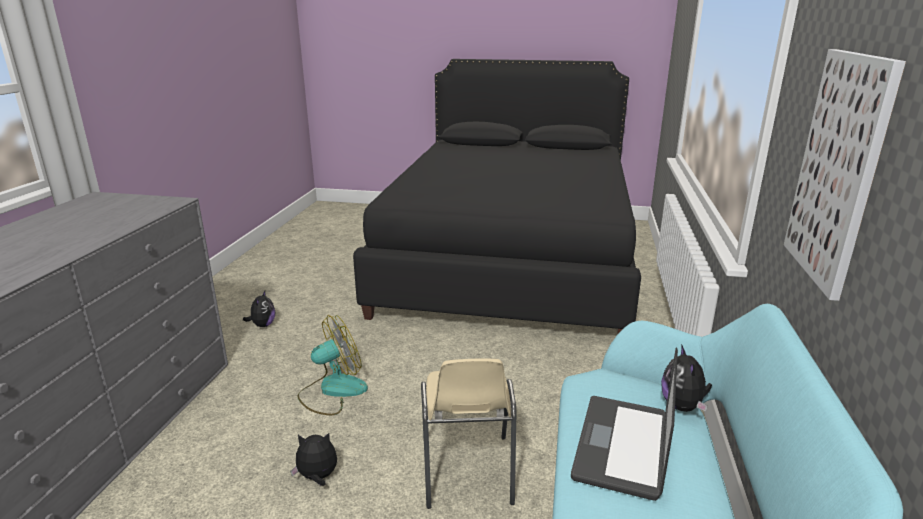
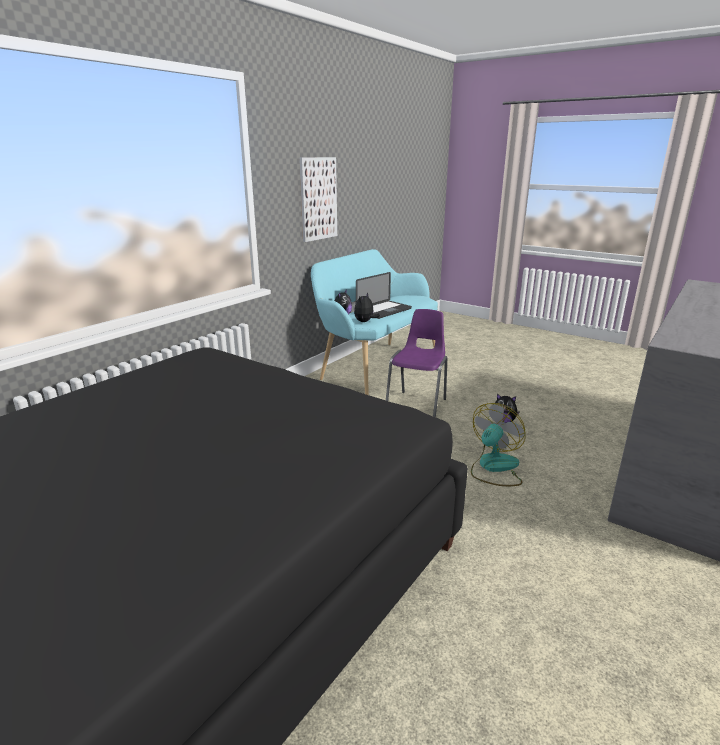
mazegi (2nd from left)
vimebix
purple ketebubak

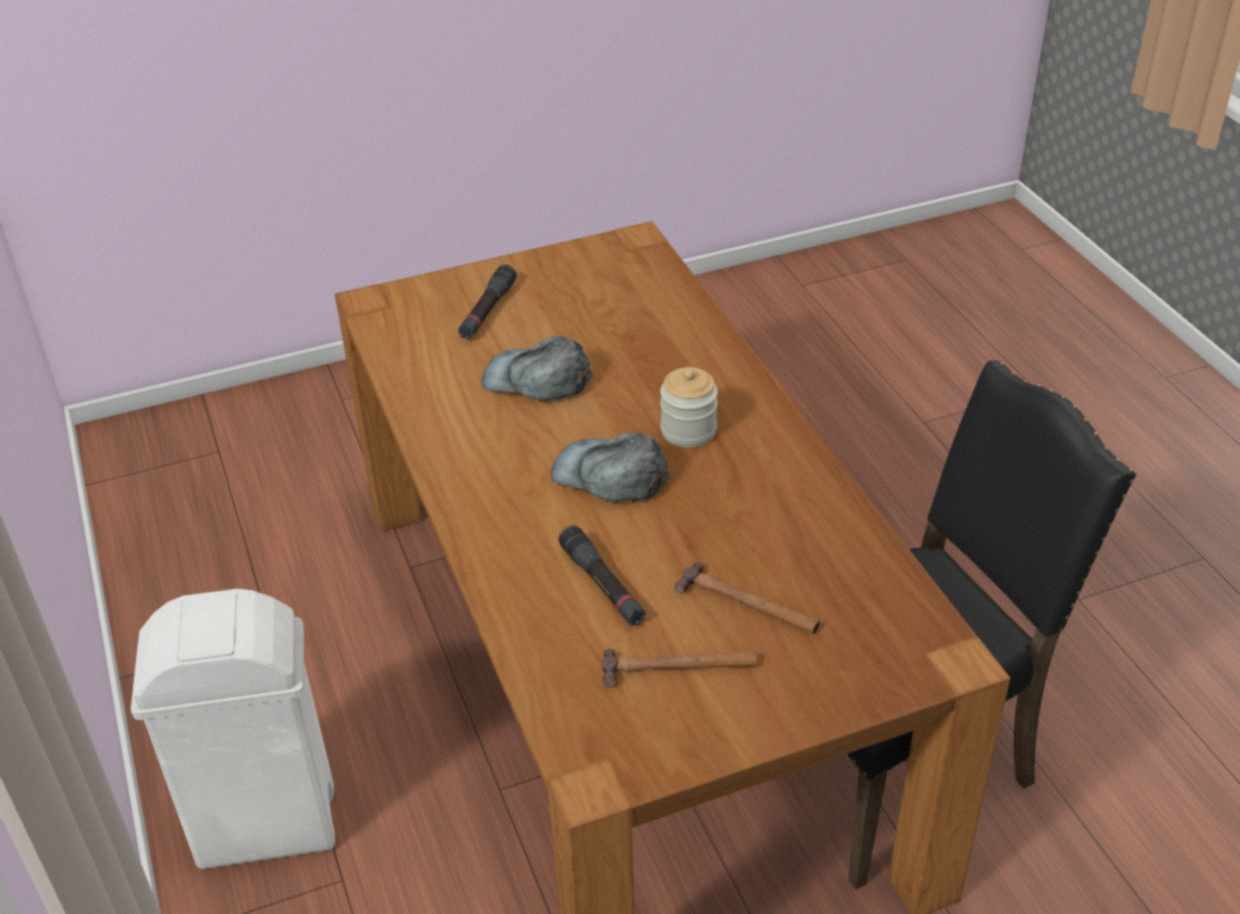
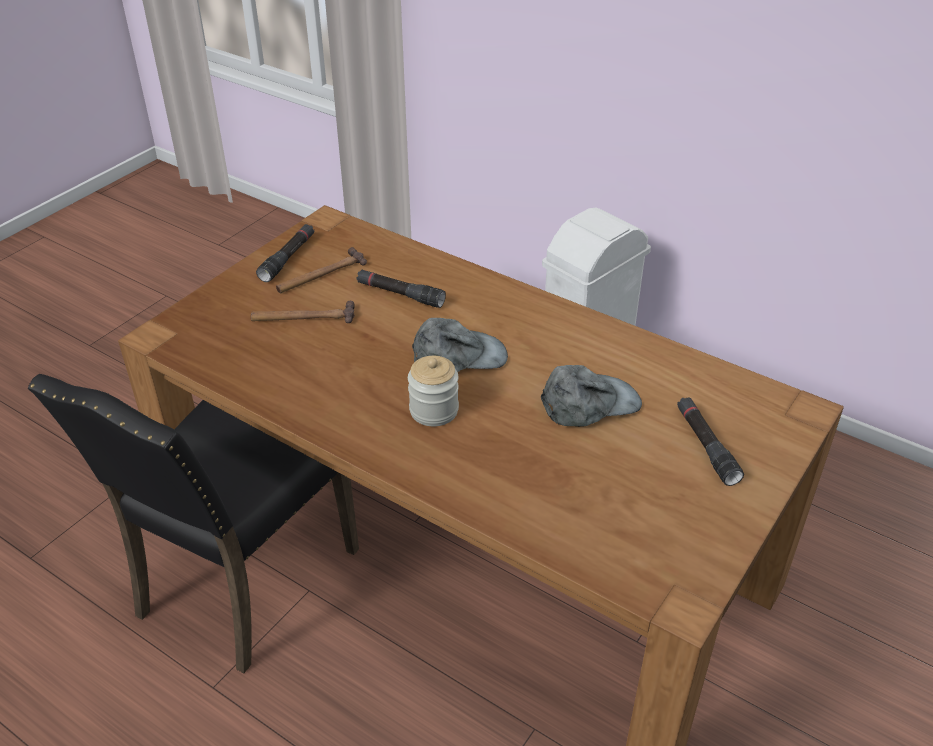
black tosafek (1st from left)

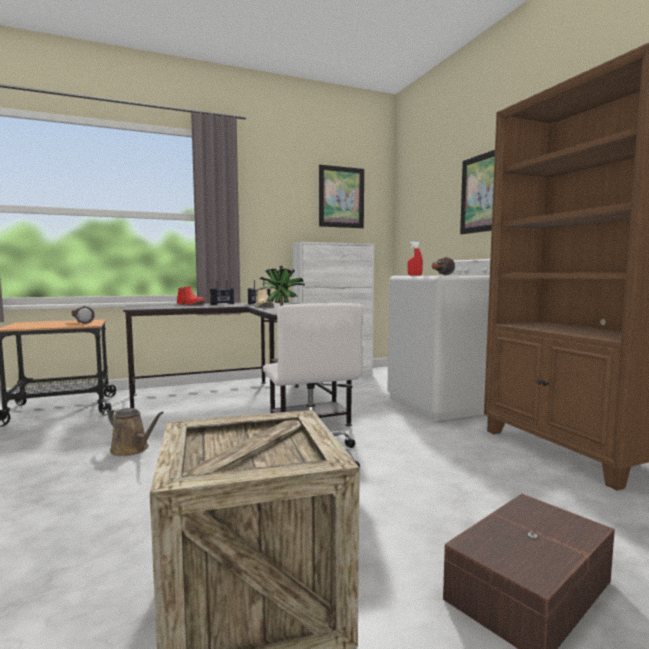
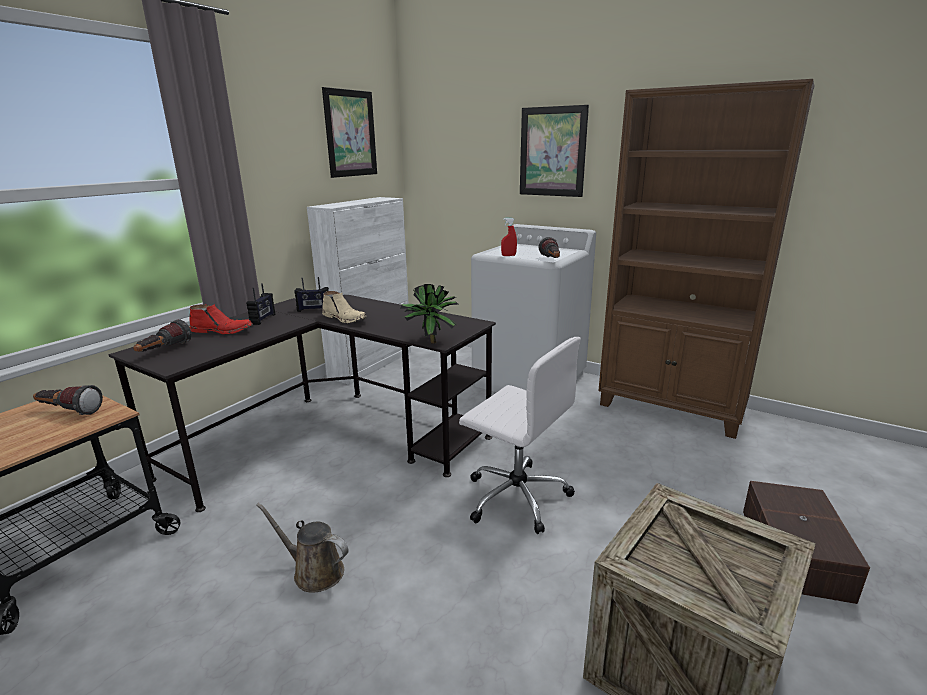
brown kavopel
tosafek (2nd from left)

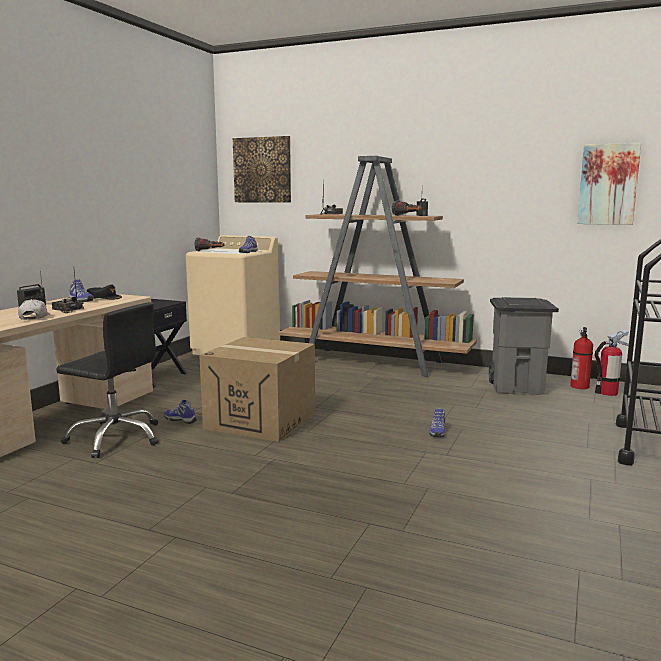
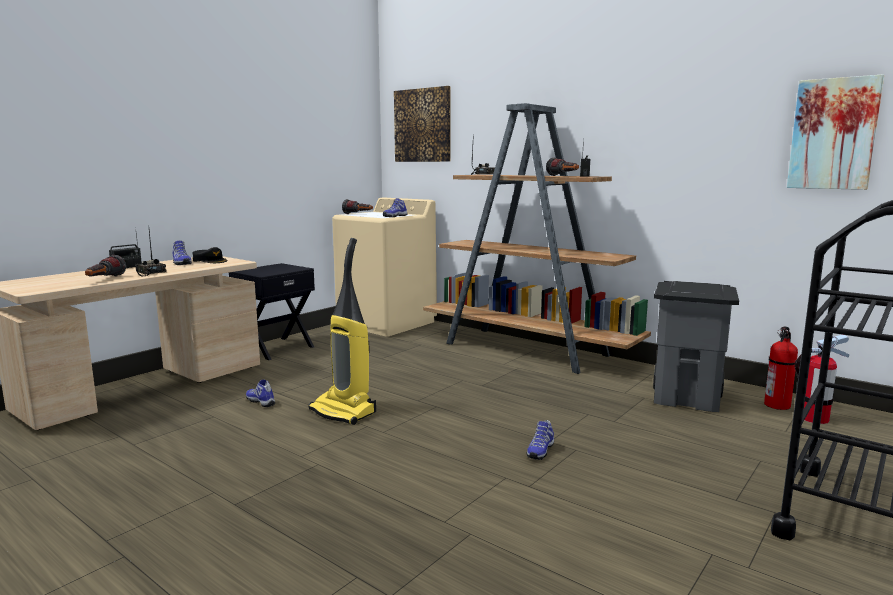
tosafek (1st from left)
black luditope
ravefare

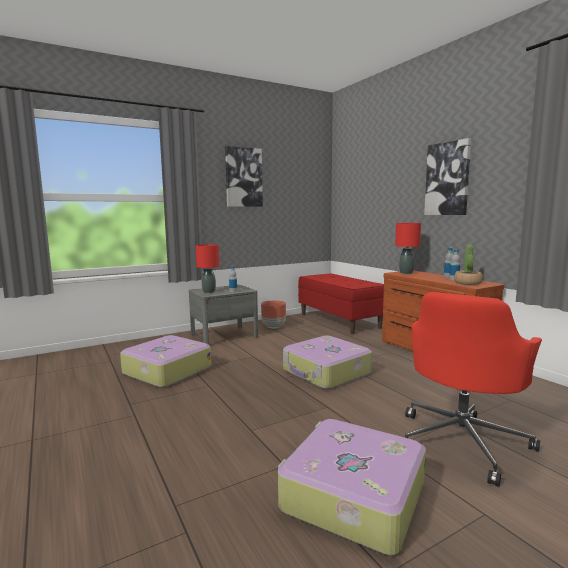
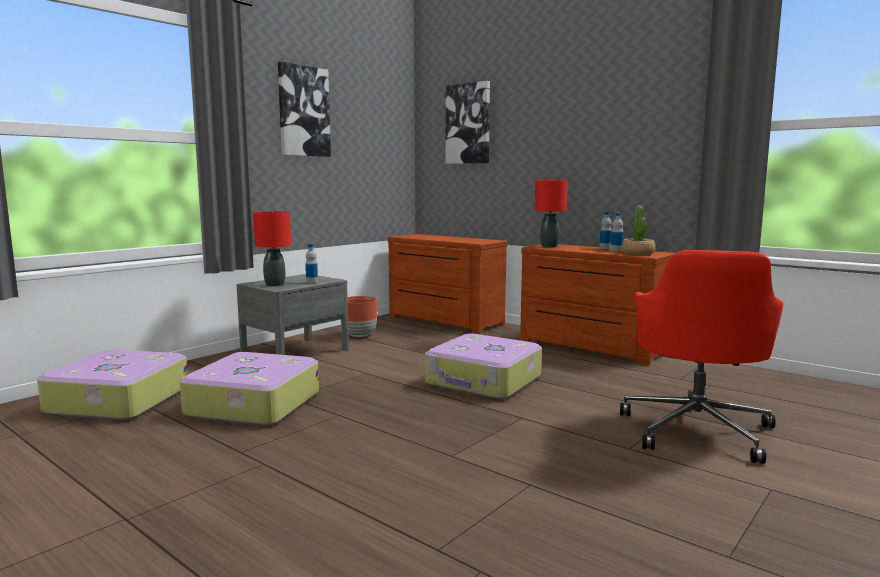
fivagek (1st from left)
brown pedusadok (1st from left)
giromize (2nd from left)

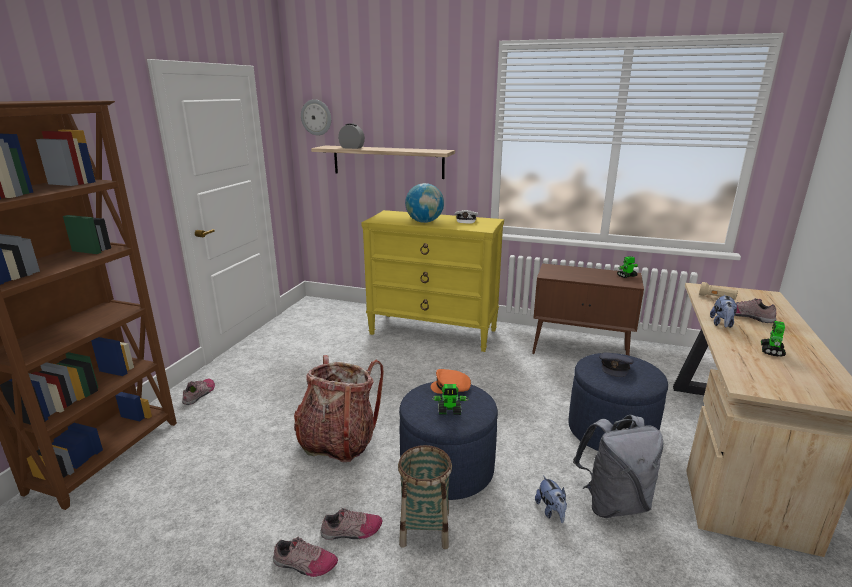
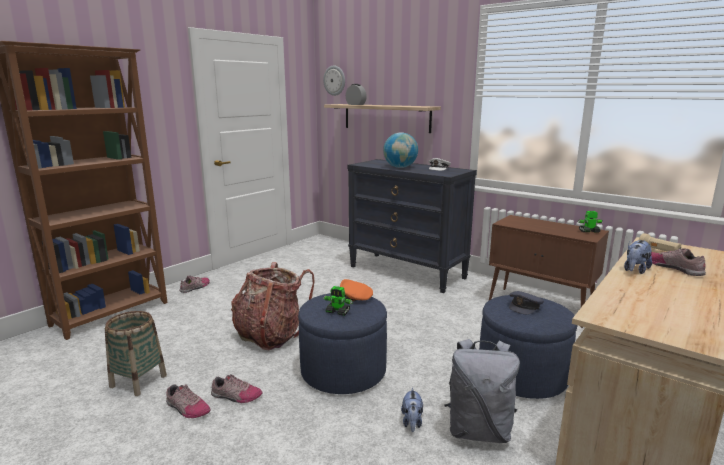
black pedusadok
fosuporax
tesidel (3rd from left in the first image)

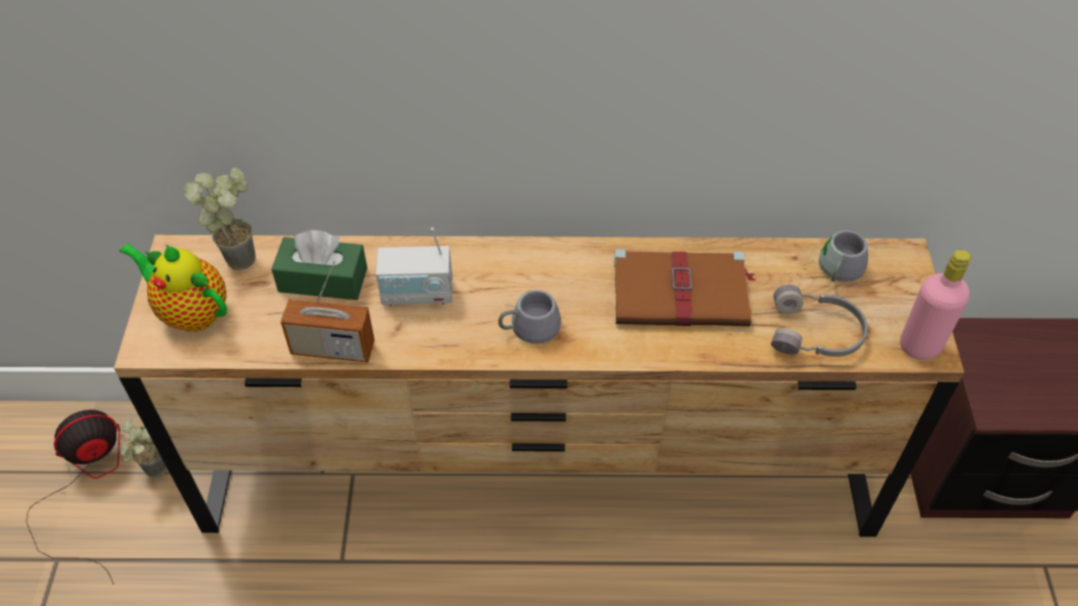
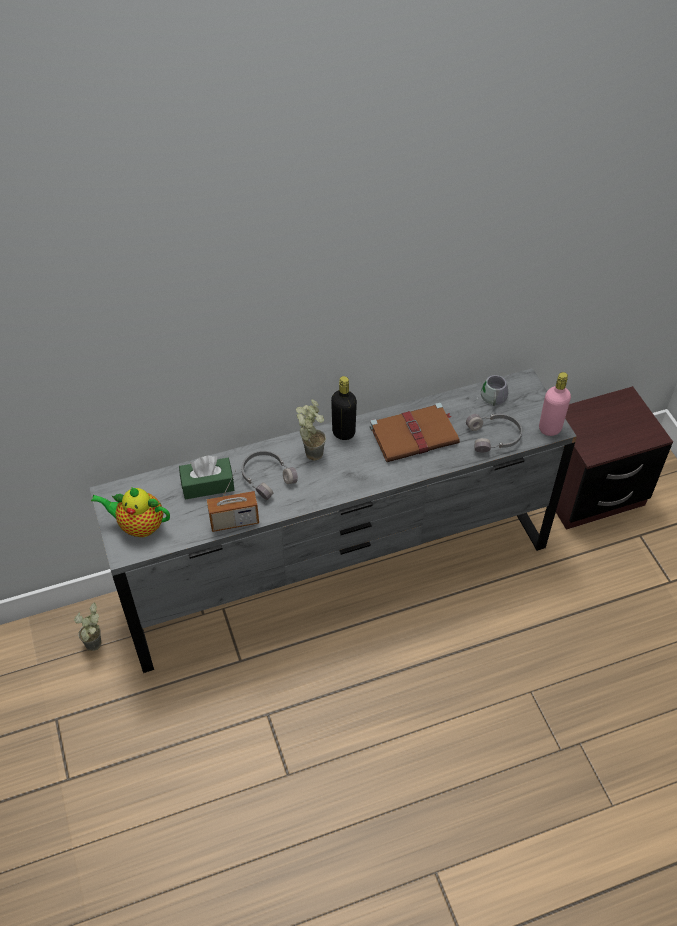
vimebix
grey pedusadok
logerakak (2nd from left)
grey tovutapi (1st from left)
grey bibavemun (1st from left in the first image)
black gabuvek

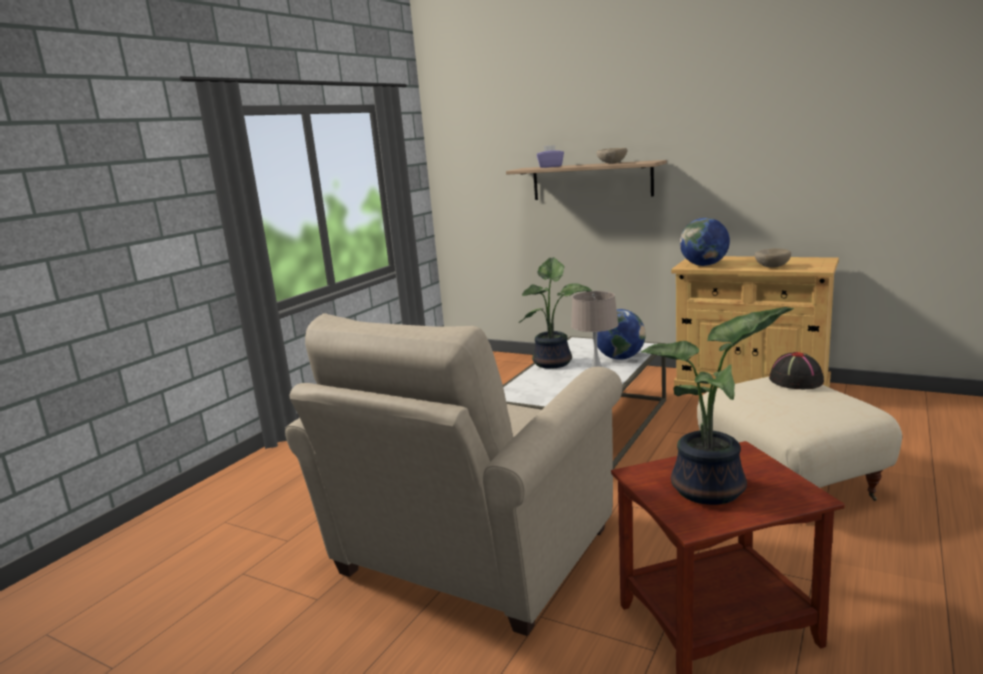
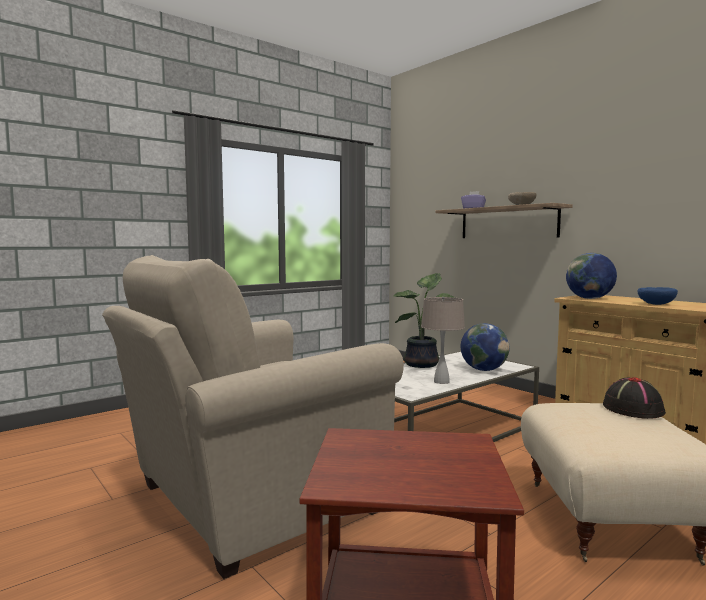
logerakak (2nd from left in the first image)
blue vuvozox

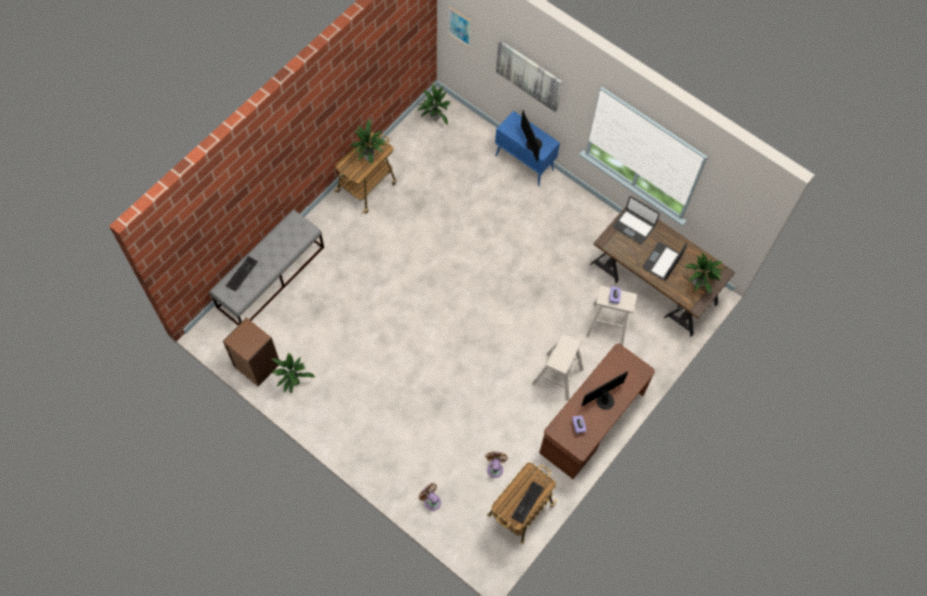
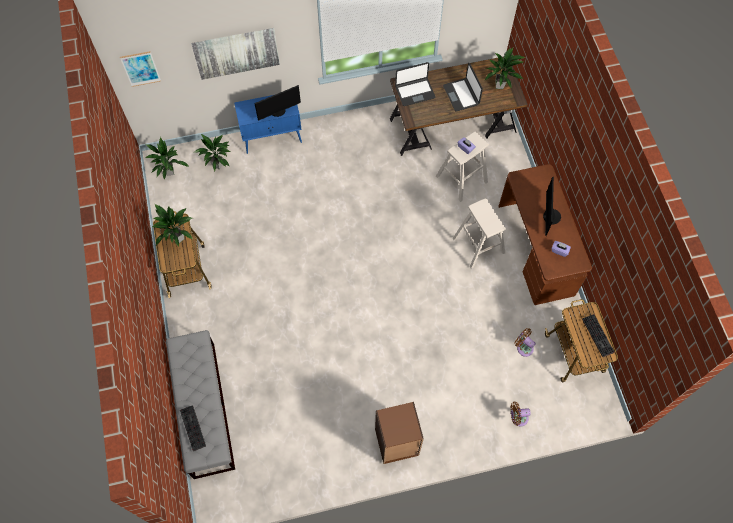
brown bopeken
logerakak (3rd from left)
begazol (1st from left)

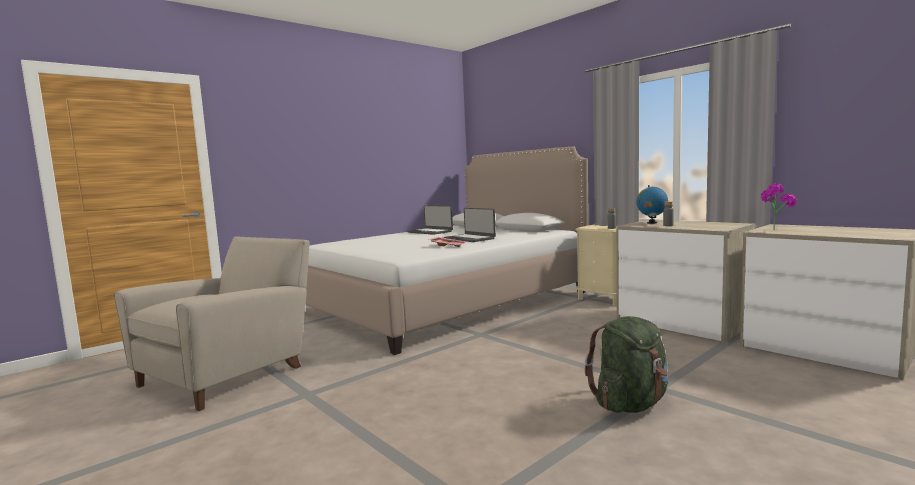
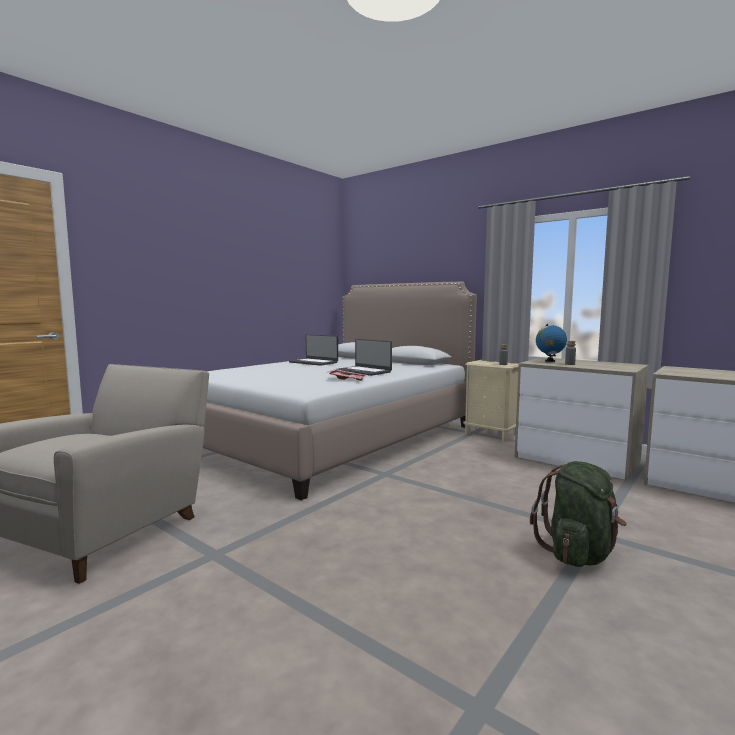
logerakak

